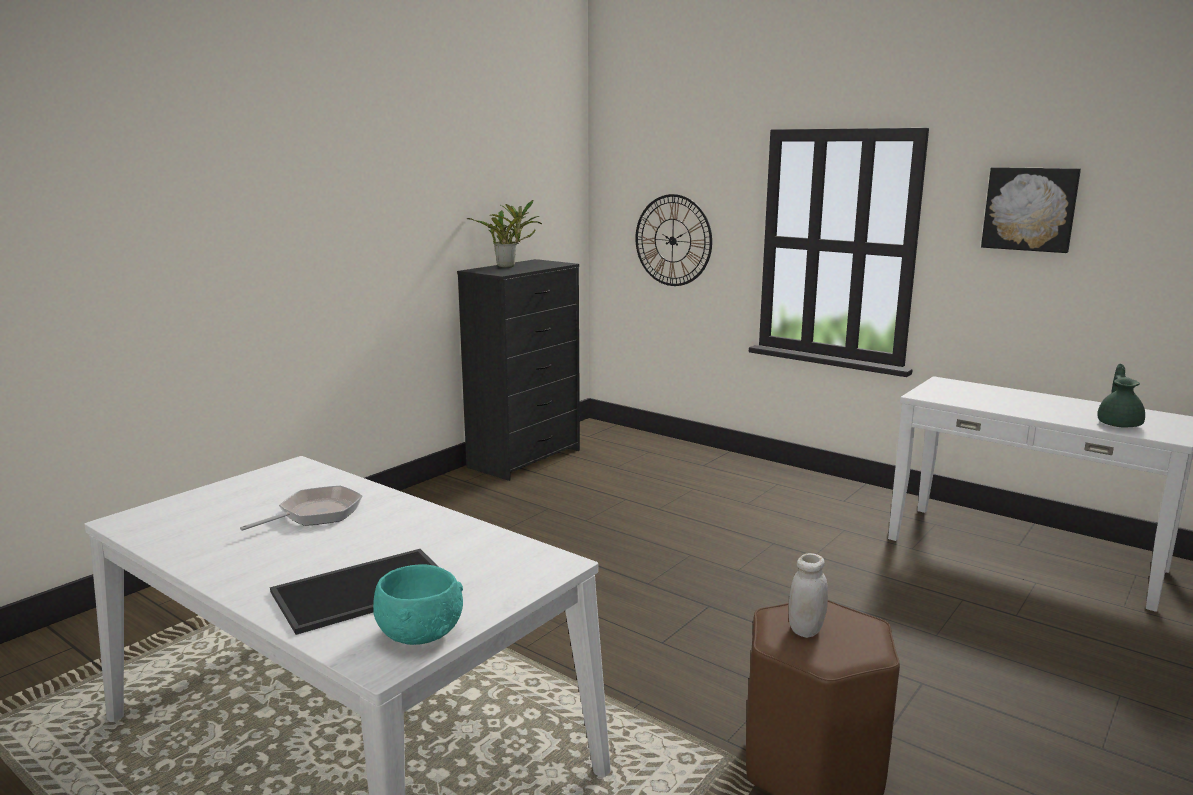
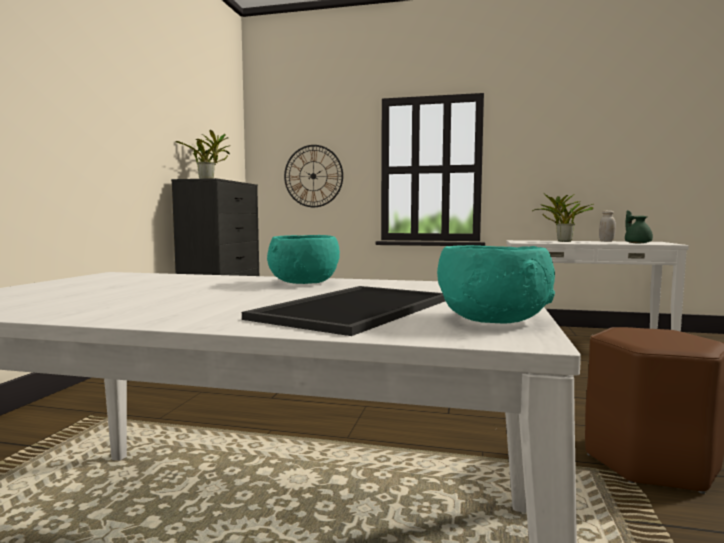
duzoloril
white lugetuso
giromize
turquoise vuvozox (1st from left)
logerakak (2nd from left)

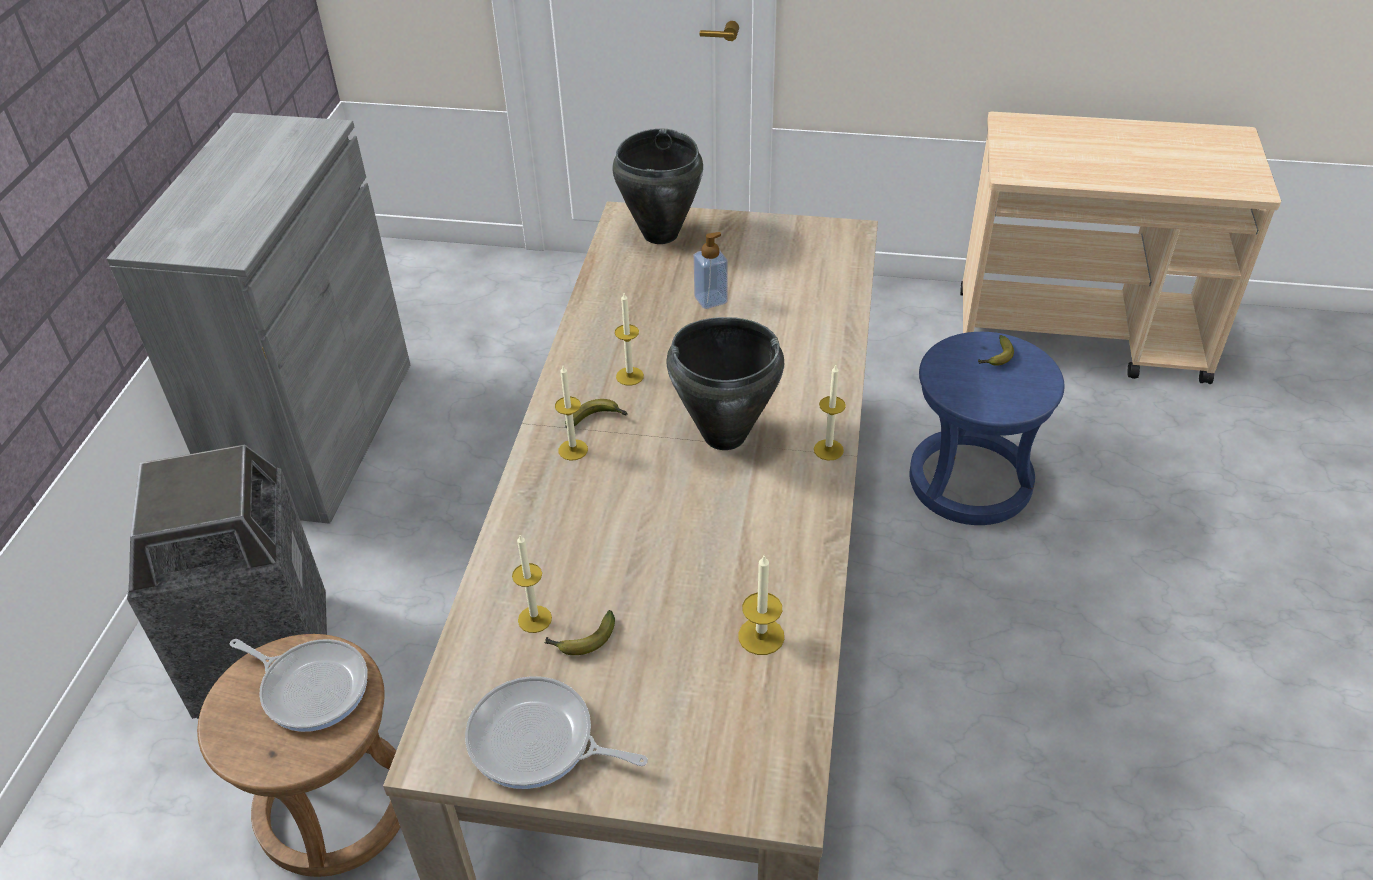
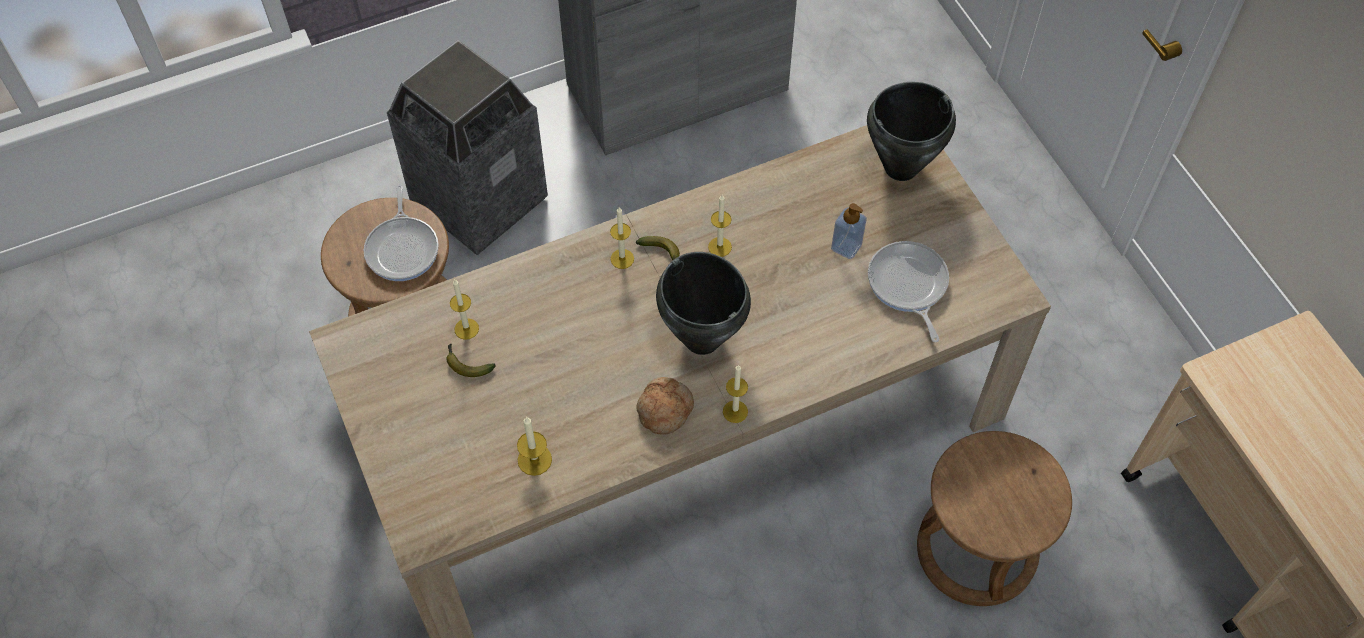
duzoloril (2nd from left)
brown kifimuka (2nd from left)
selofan (3rd from left in the first image)
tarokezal

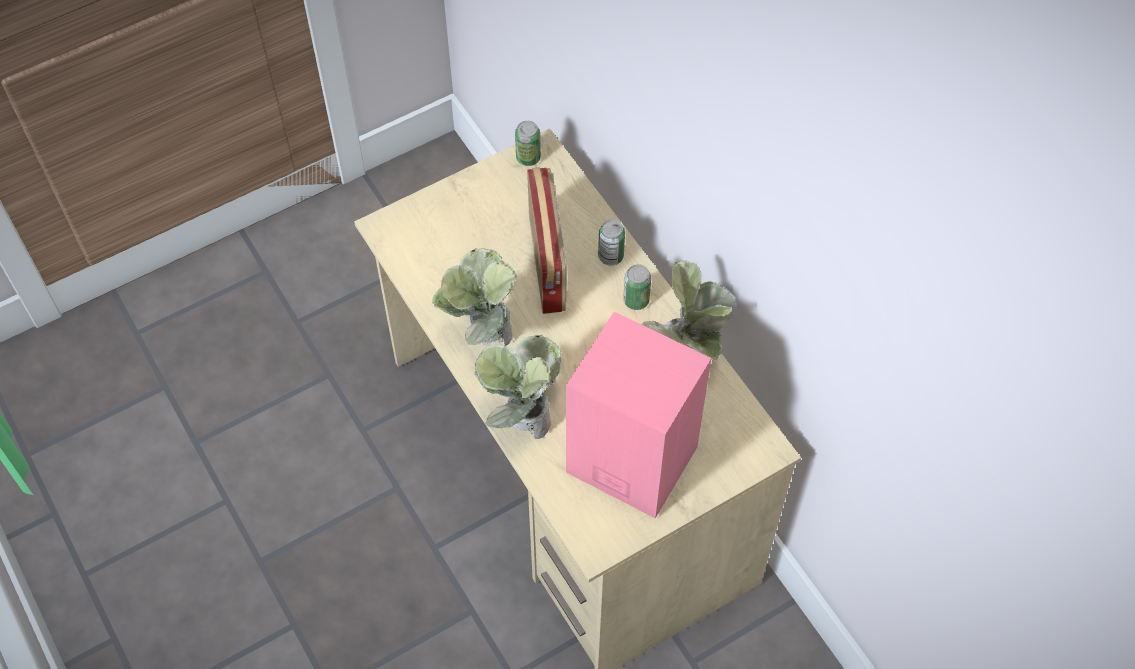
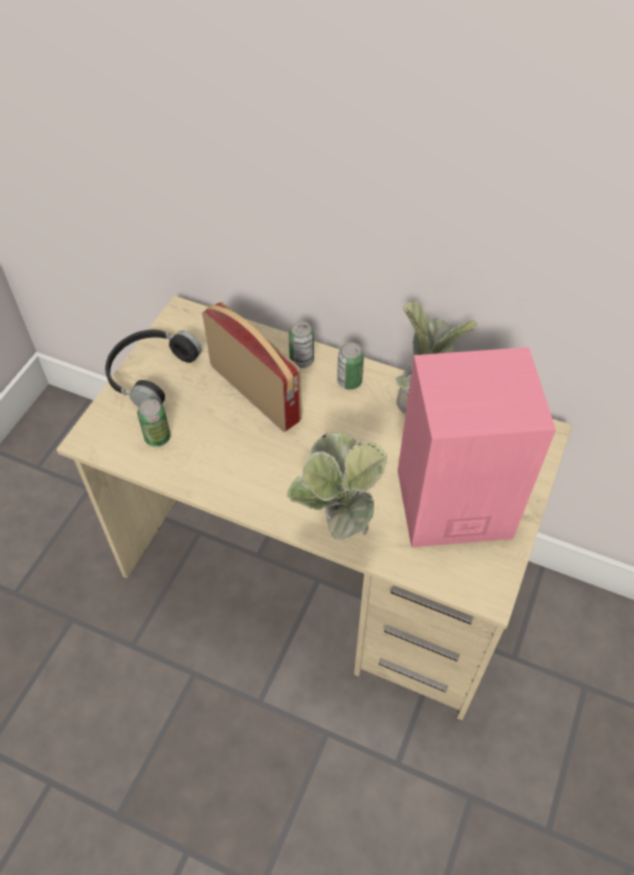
logerakak (1st from left in the first image)
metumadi (1st from left)
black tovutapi

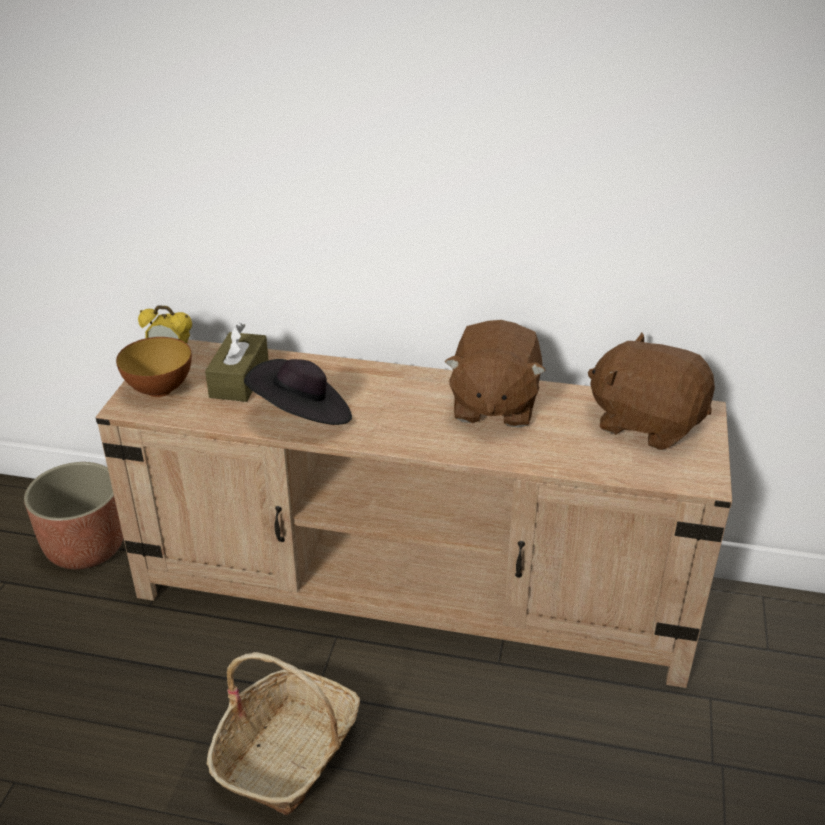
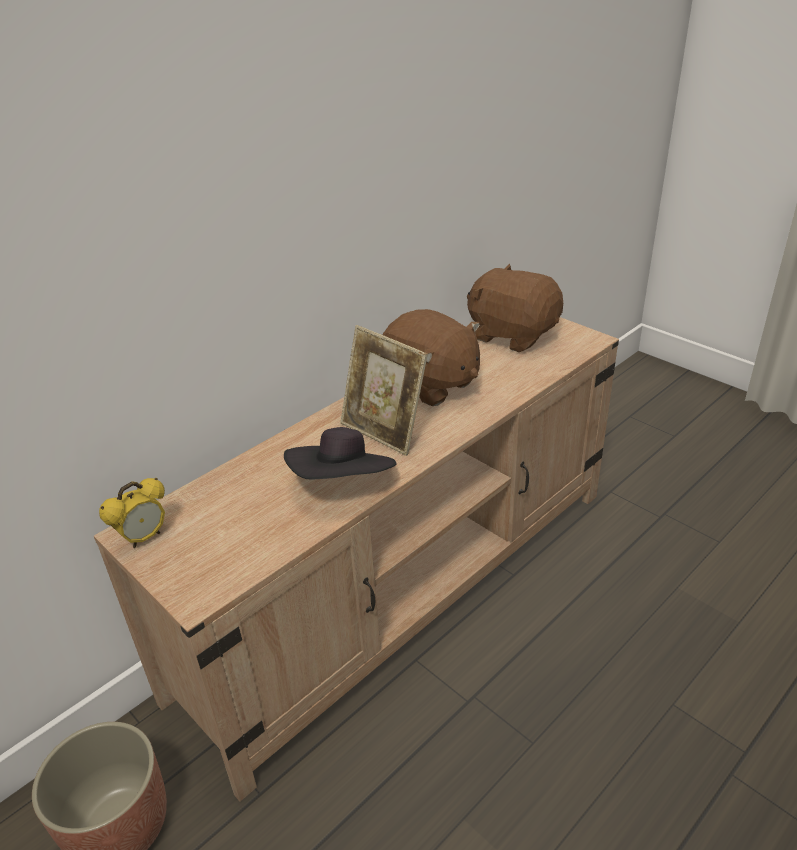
vuvozox
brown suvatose
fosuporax
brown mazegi (2nd from left)
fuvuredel

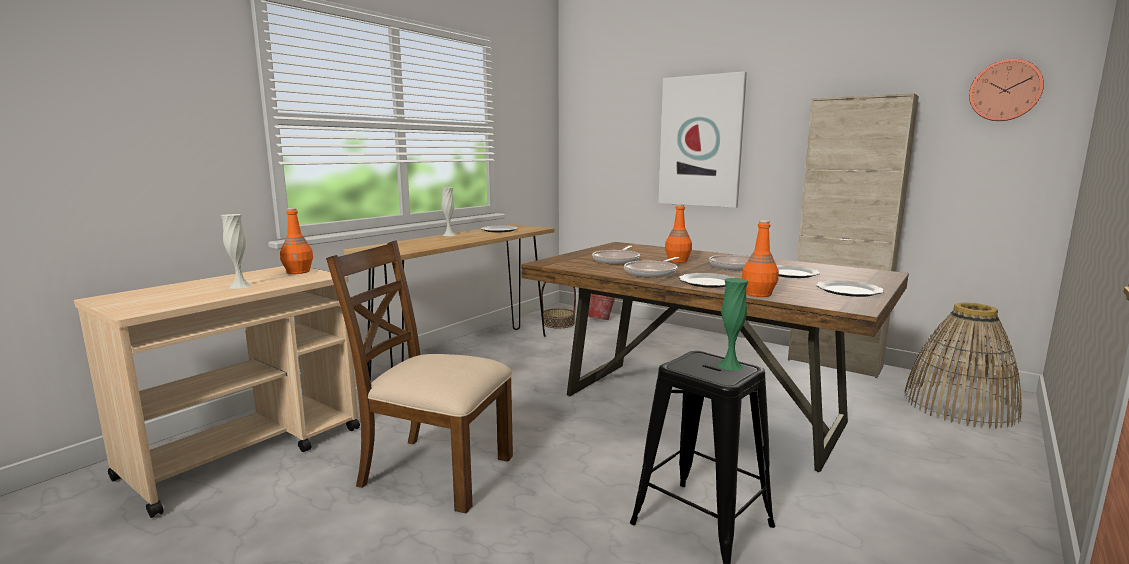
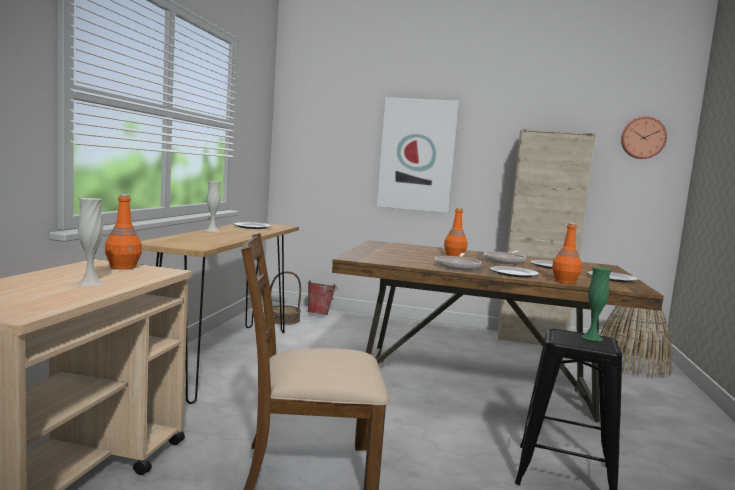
duzoloril (1st from left in the first image)

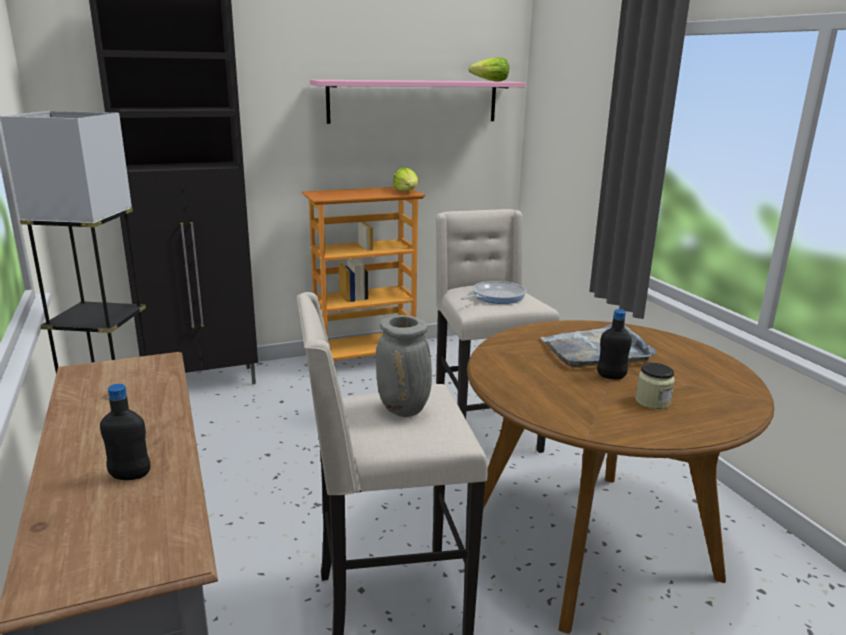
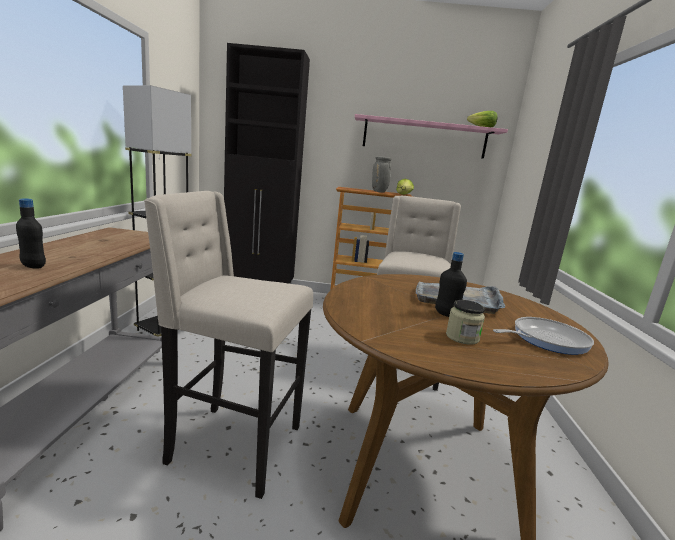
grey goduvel
duzoloril

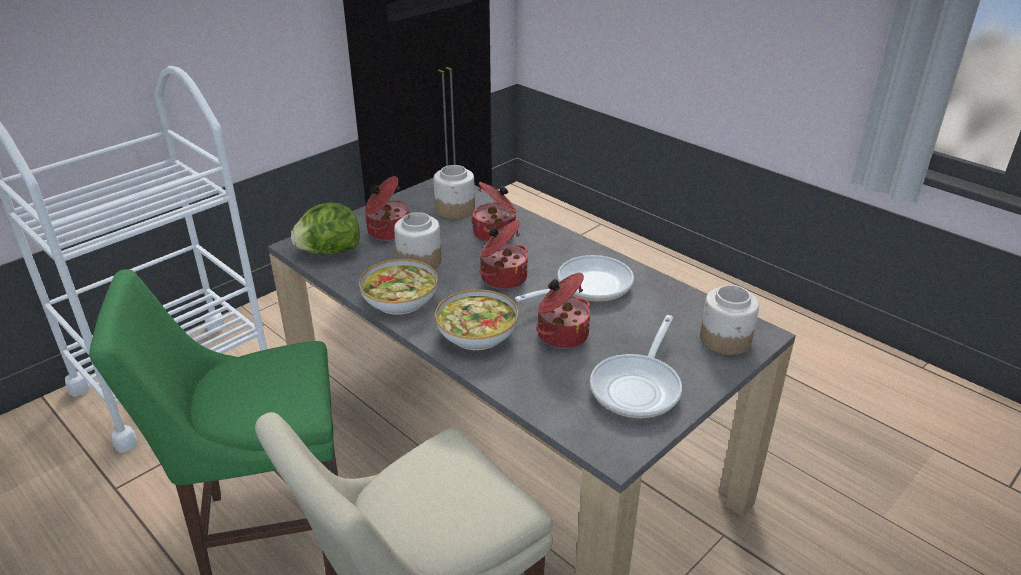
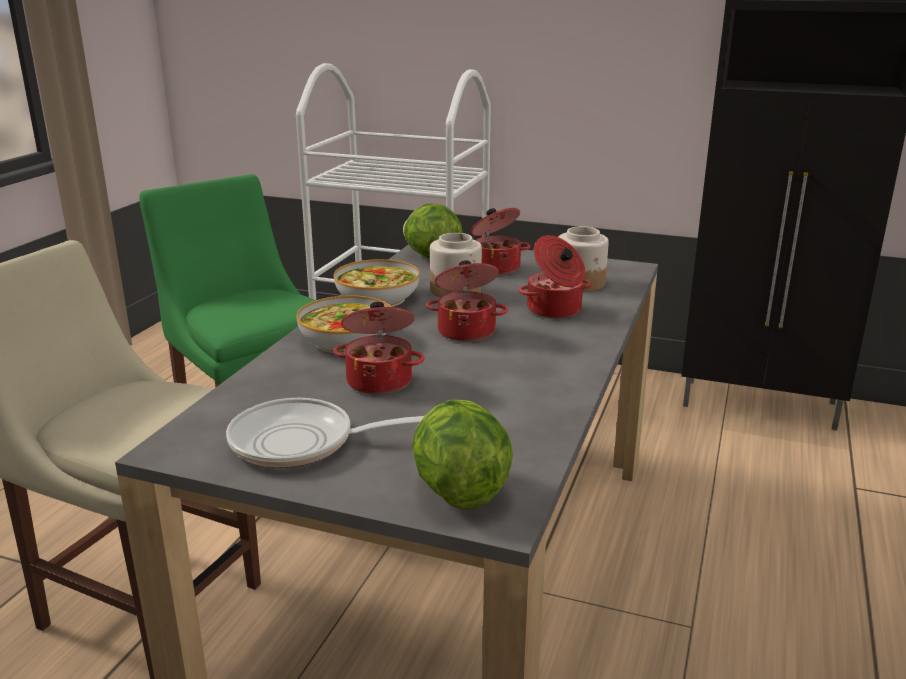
duzoloril (1st from left in the first image)
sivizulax (2nd from left)

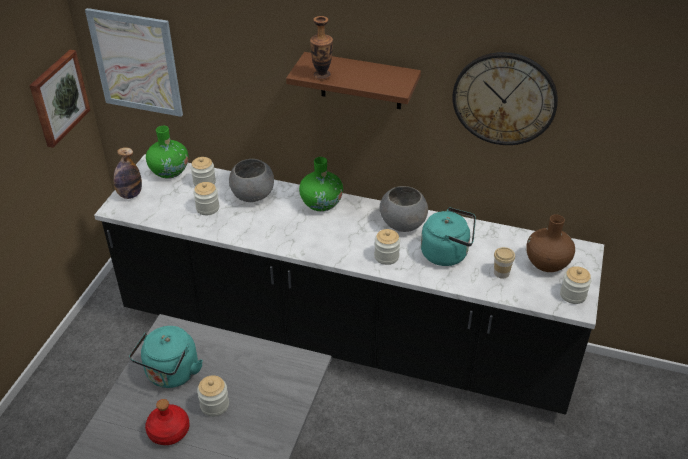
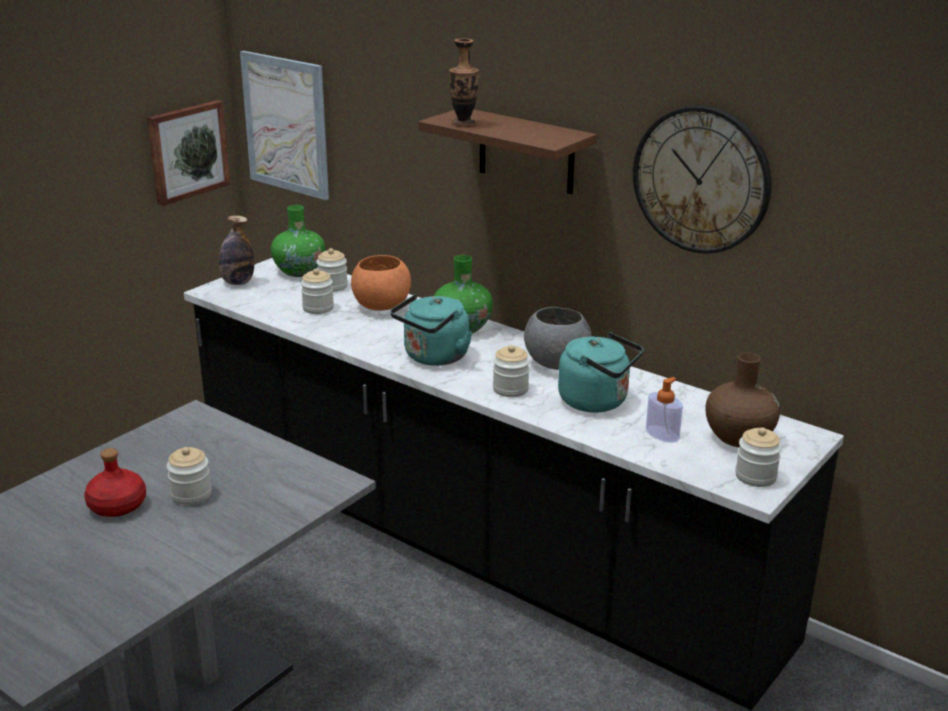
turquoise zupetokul (1st from left)
orange vuvozox
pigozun

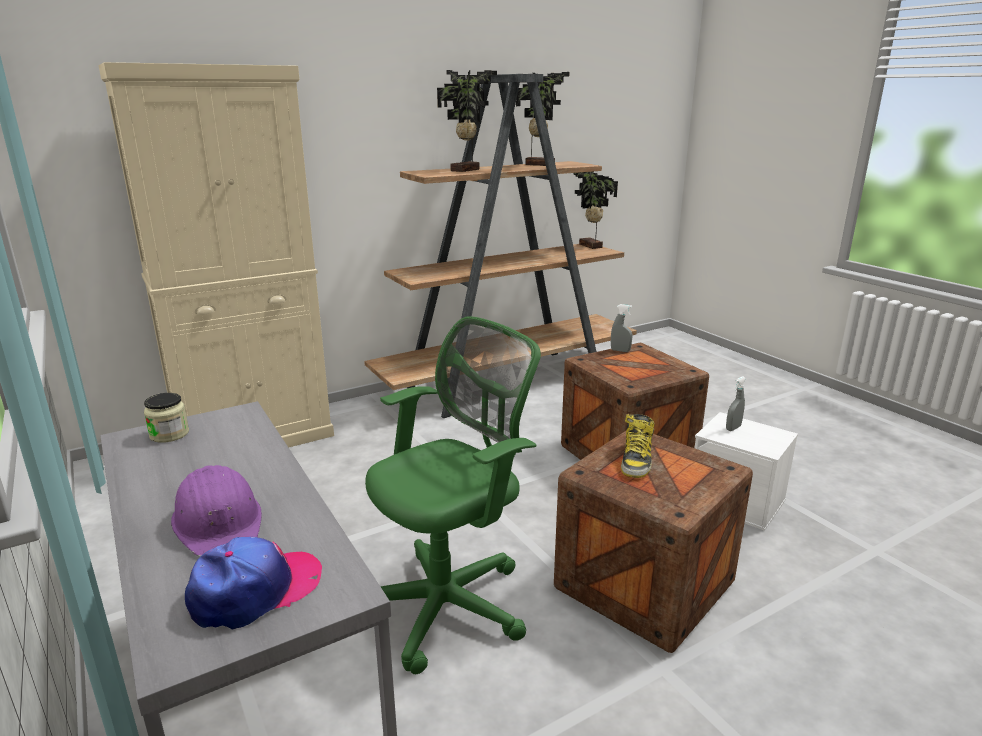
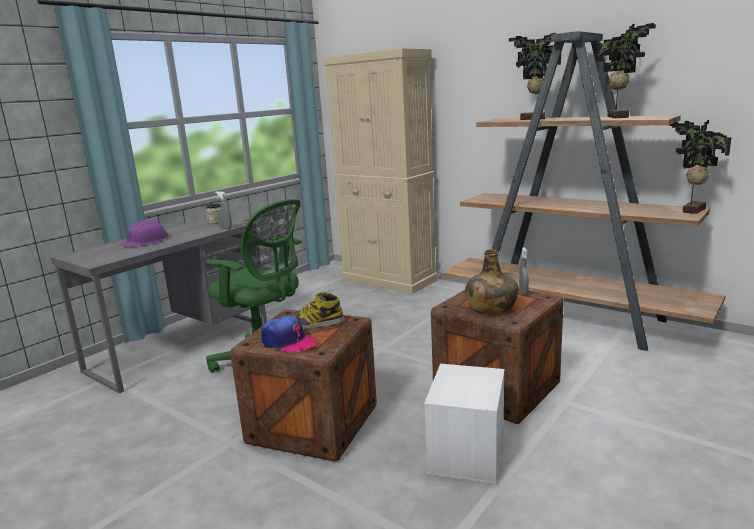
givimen
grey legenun (1st from left)
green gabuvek

